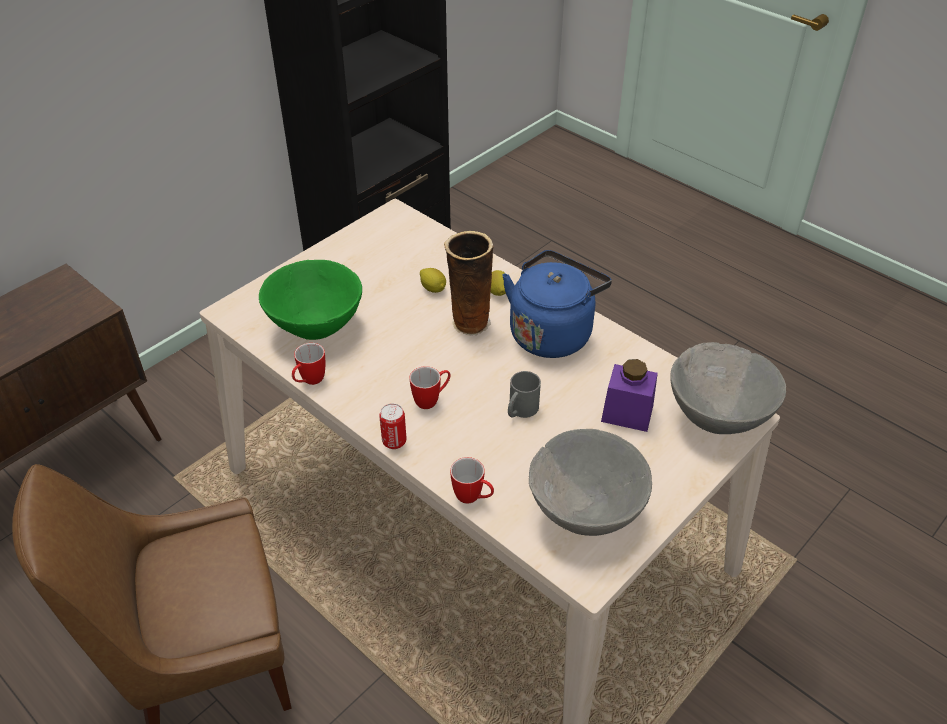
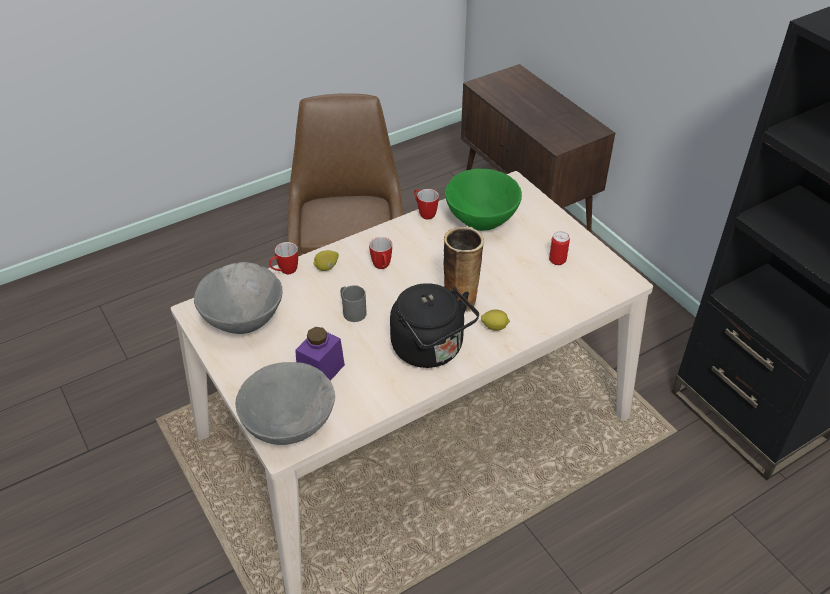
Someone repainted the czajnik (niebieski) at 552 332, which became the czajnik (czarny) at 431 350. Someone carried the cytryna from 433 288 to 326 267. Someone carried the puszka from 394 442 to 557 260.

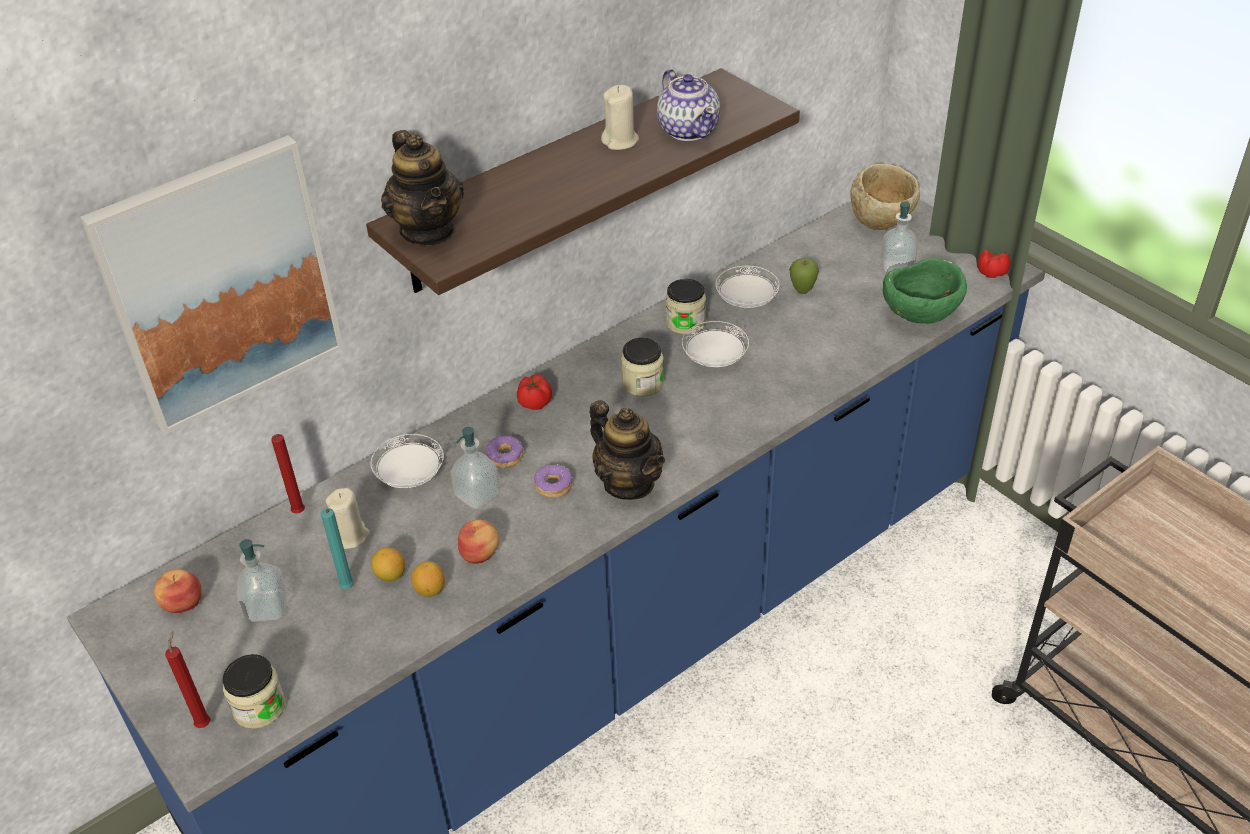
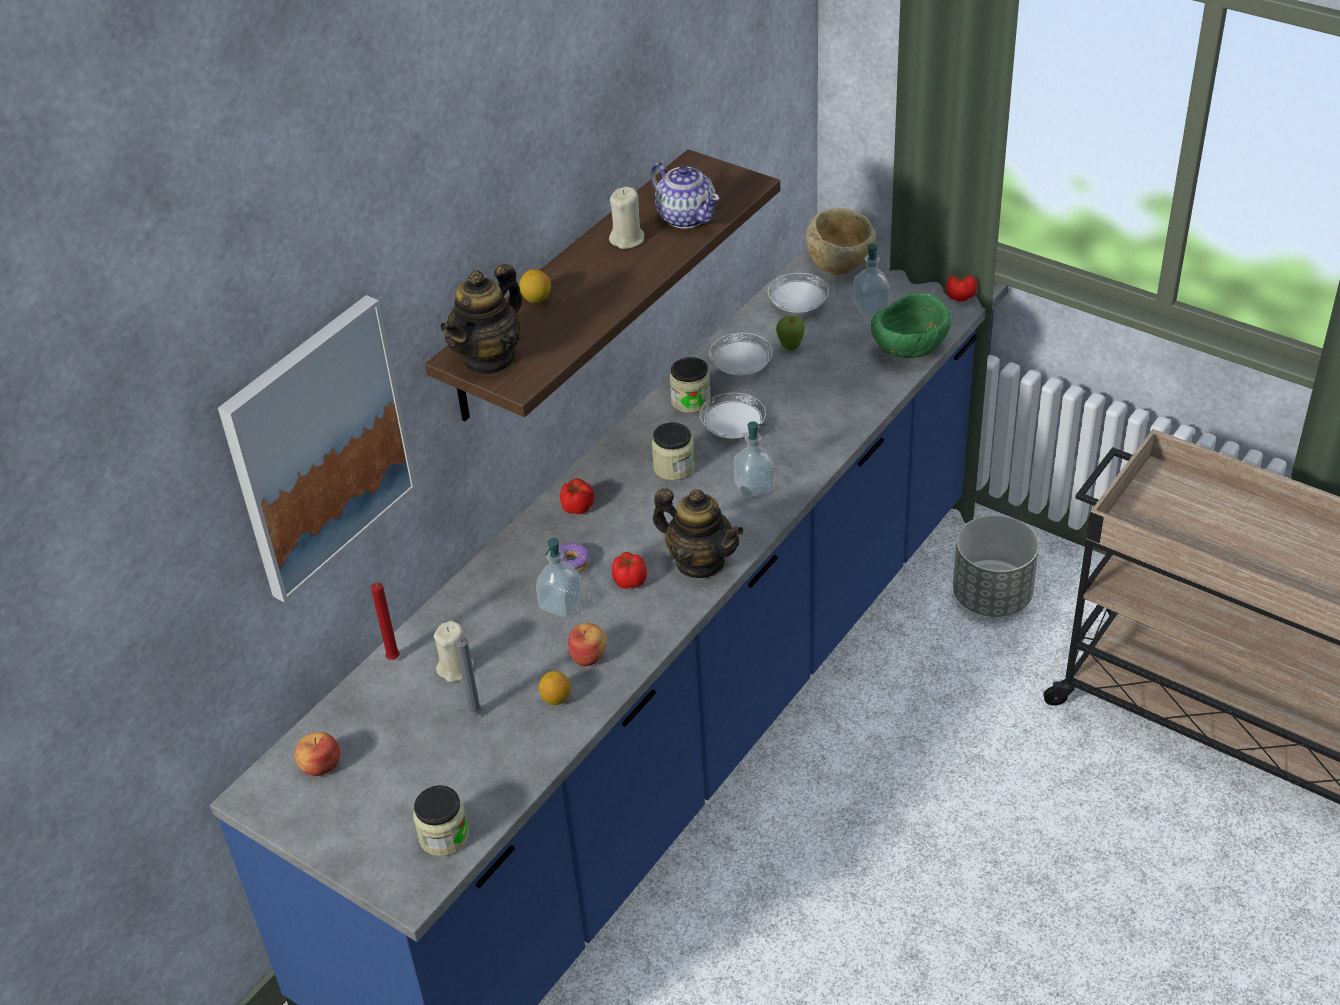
Someone rotated the imbryk at 429 230 by 75 degrees clockwise. Someone carried the talerz (biały) from 410 476 to 798 307. Someone swapped the donut at 553 486 for the pomidor at 630 580. Someone repainted the świeca (turkusowy) at 347 589, which became the świeca (szary) at 476 716. Someone carried the dozownik mydła from 267 608 to 754 487. Someone carried the cytryna from 390 575 to 536 299. Someone took away the świeca (czerwony) at 204 722. Someone put down the donica (szary) at 992 596.

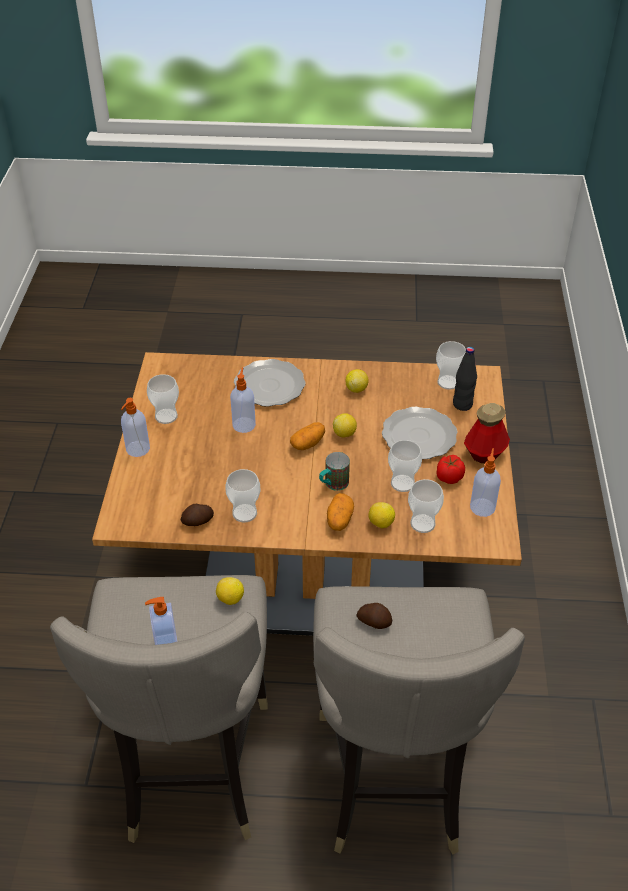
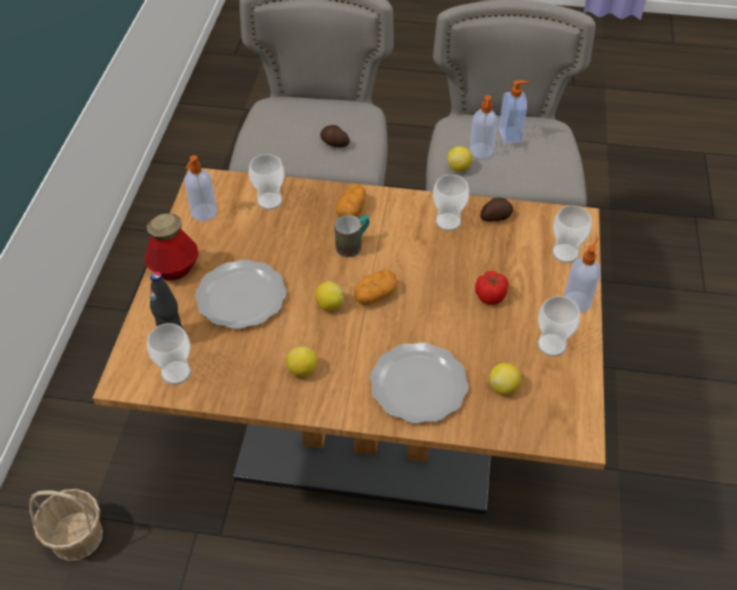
Someone carried the dozownik mydła from 244 424 to 481 151. Someone carried the filiżanka from 402 483 to 565 253. Someone carried the pomidor from 448 477 to 491 296. Someone carried the cytryna from 380 523 to 503 387. Someone put down the koszyk at 76 536.

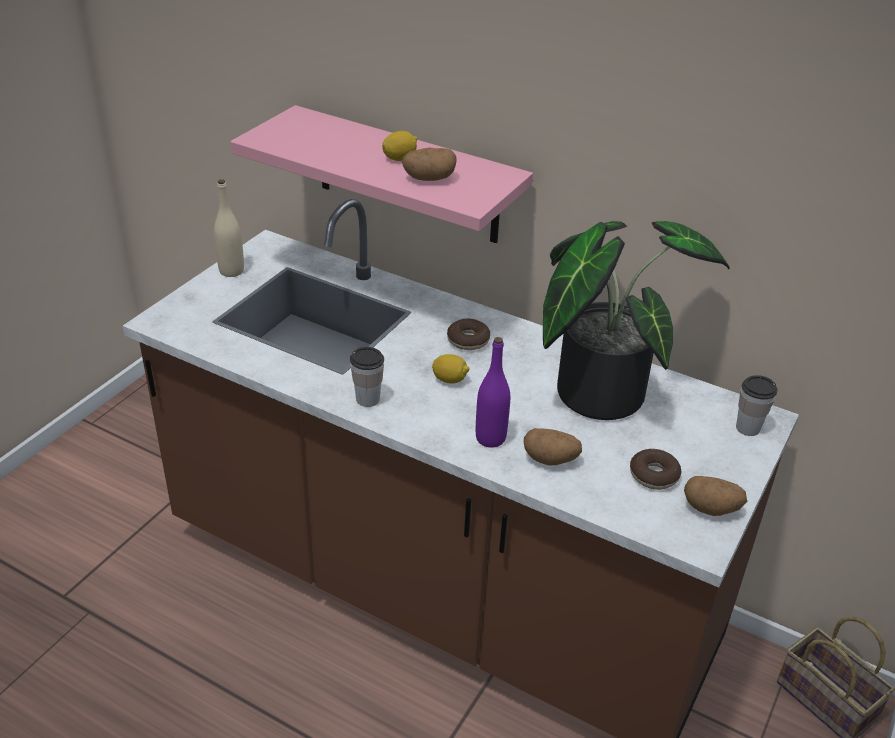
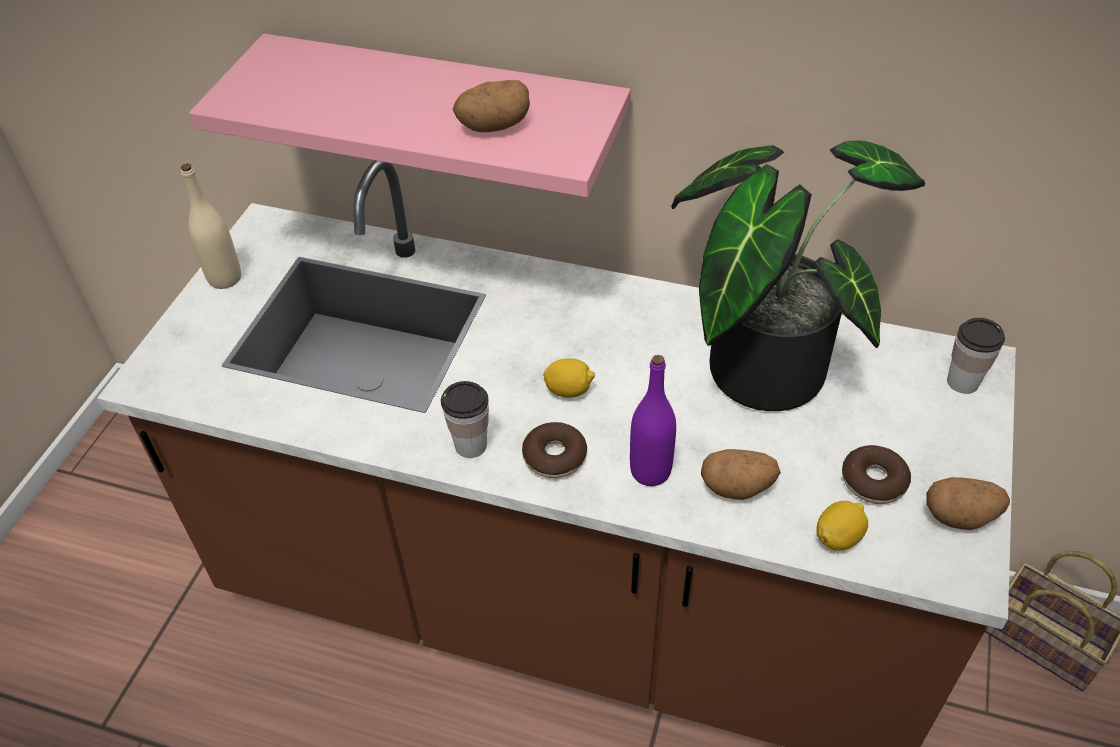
Someone carried the cytryna from 400 158 to 838 537. Someone carried the donut from 468 340 to 554 457.

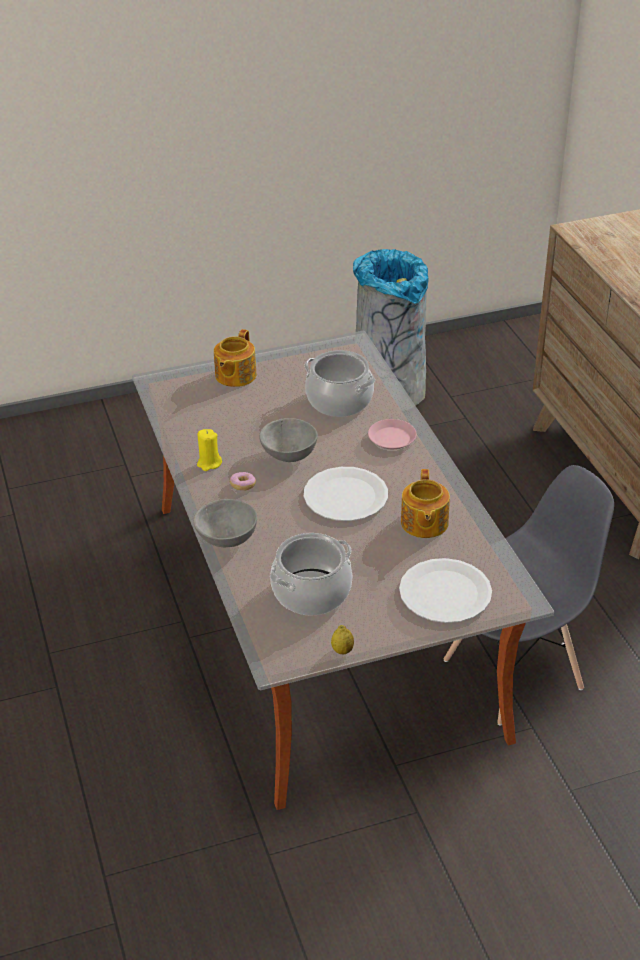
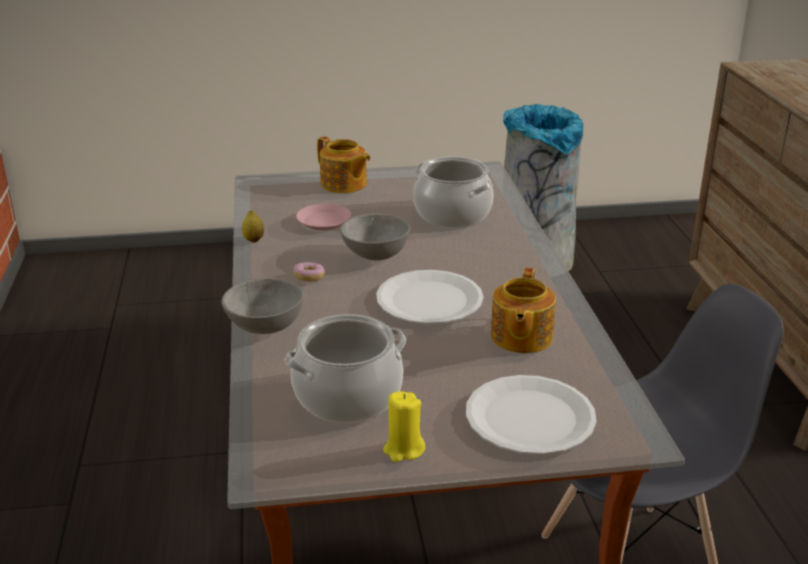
Someone rotated the imbryk at 234 376 by 75 degrees counterclockwise. Someone carried the talerz (różowy) from 392 438 to 324 221. Someone carried the świeca (żółty) from 209 463 to 403 449. Someone carried the cytryna from 342 650 to 253 240.

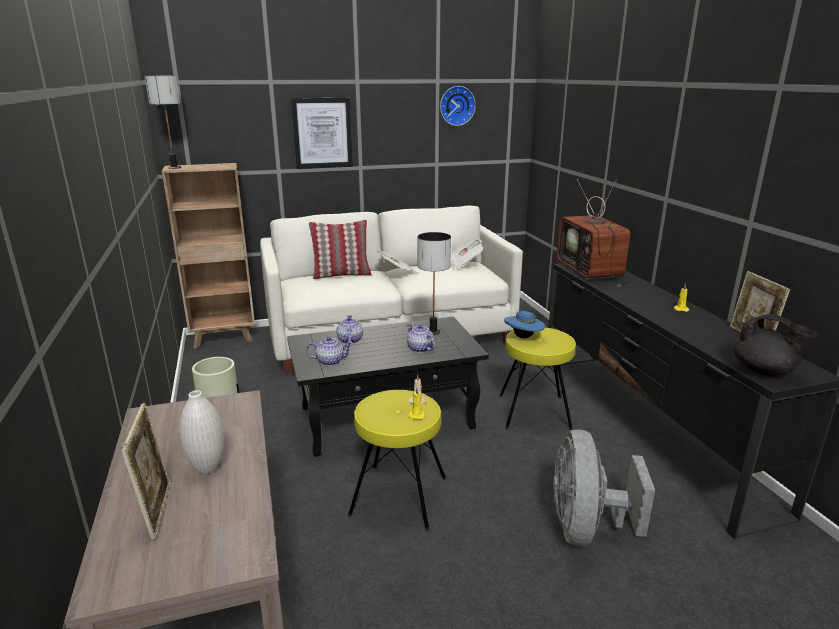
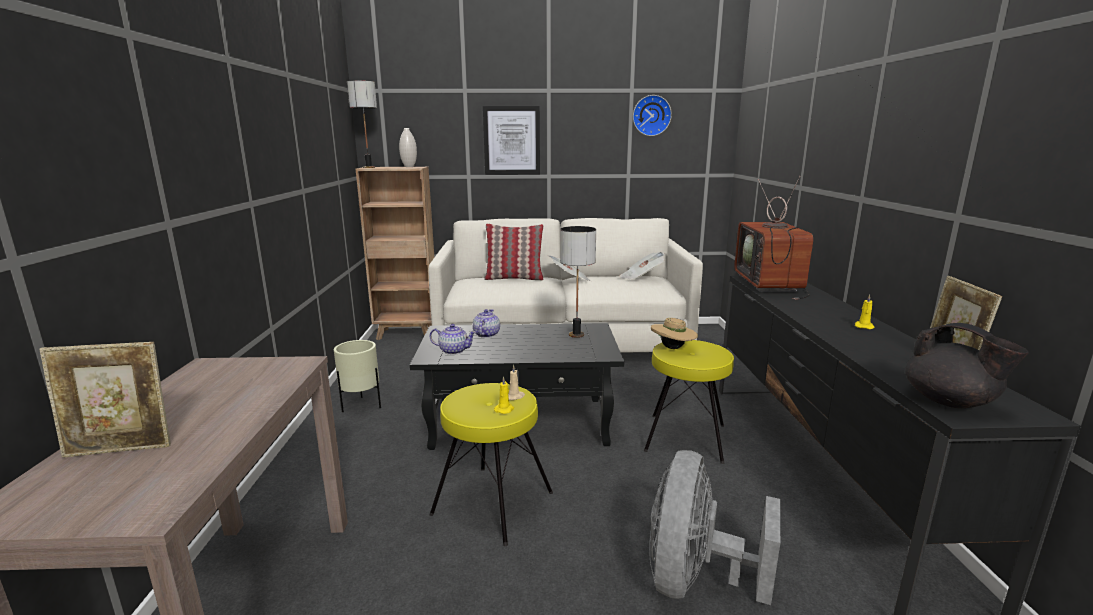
Someone repainted the kapelusz (niebieski) at 523 337, which became the kapelusz (beżowy) at 672 348. Someone took away the imbryk at 420 349. Someone carried the wazon (biały) from 207 468 to 409 167. Someone rotated the ramka na zdjęcie at 157 510 by 75 degrees clockwise.

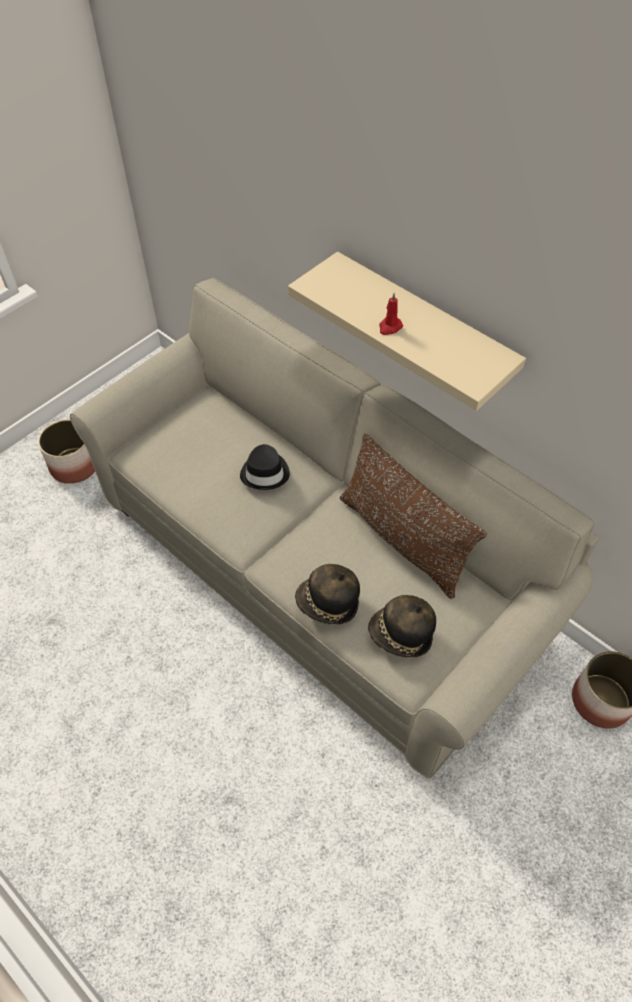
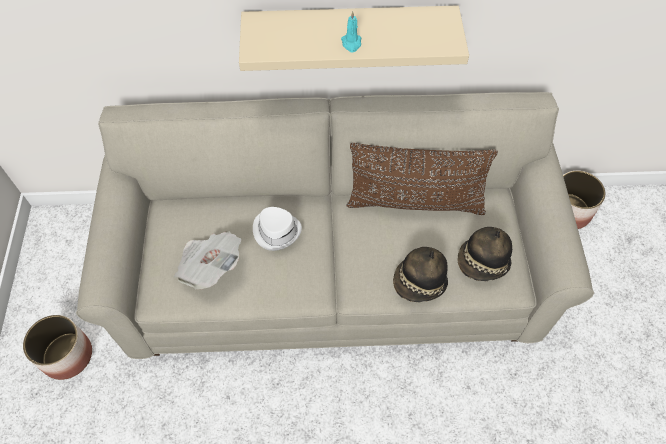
Someone repainted the świeca (czerwony) at 389 327, which became the świeca (turkusowy) at 351 43. Someone repainted the kapelusz (czarny) at 265 473, which became the kapelusz (biały) at 276 230. Someone put down the gazeta at 210 266.

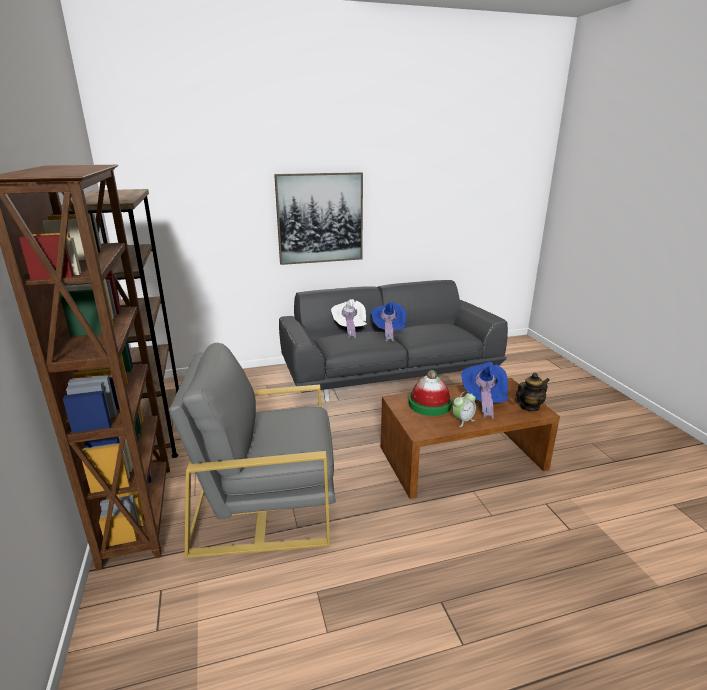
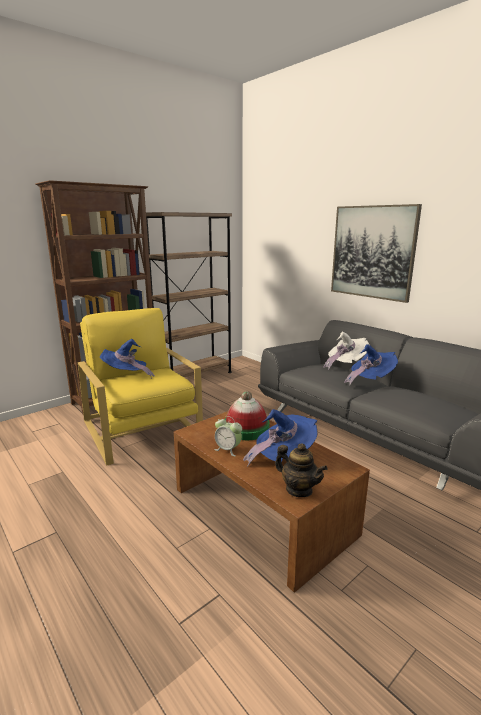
Someone repainted the fotel (szary) at 265 502, which became the fotel (żółty) at 142 430. Someone put down the kapelusz (niebieski) at 126 375.

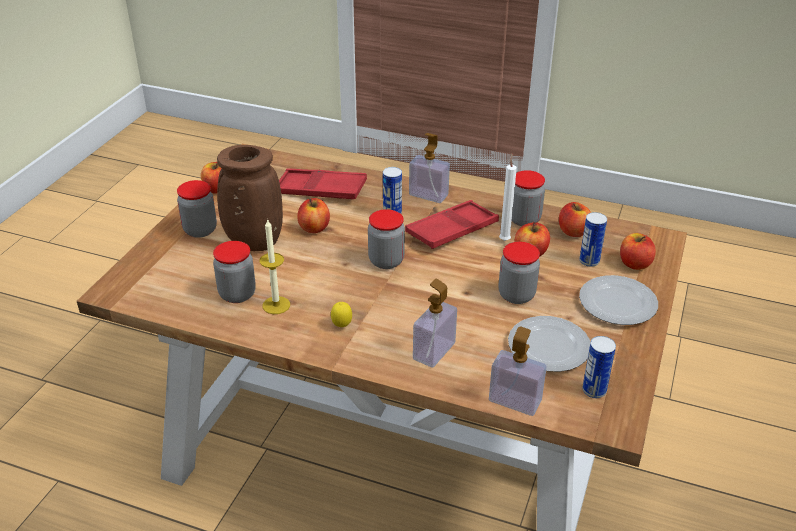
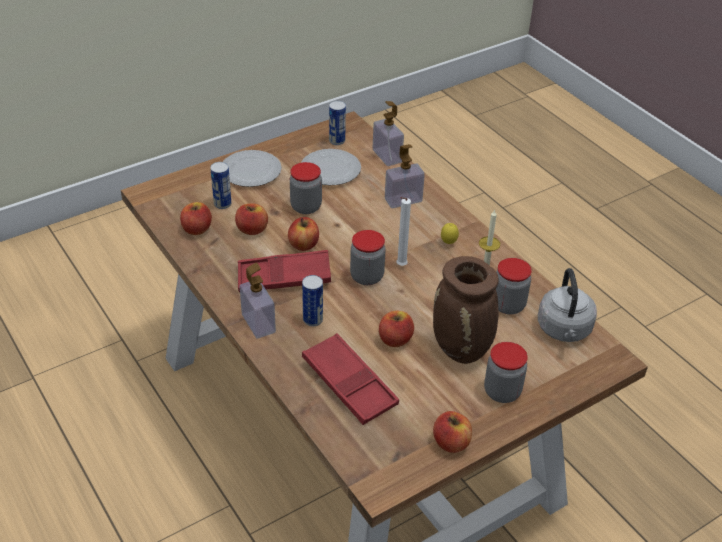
Someone carried the świeca (biały) from 504 239 to 400 266. Someone took away the słoik at 524 219. Someone carried the jabłko from 634 264 to 304 245. Someone put down the czajnik (szary) at 564 330.

